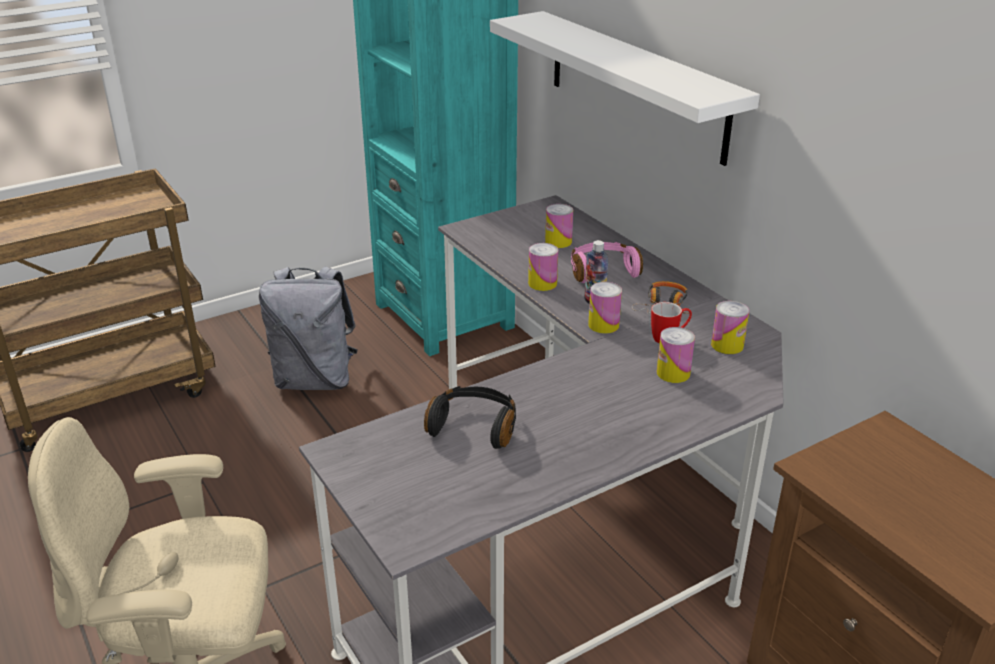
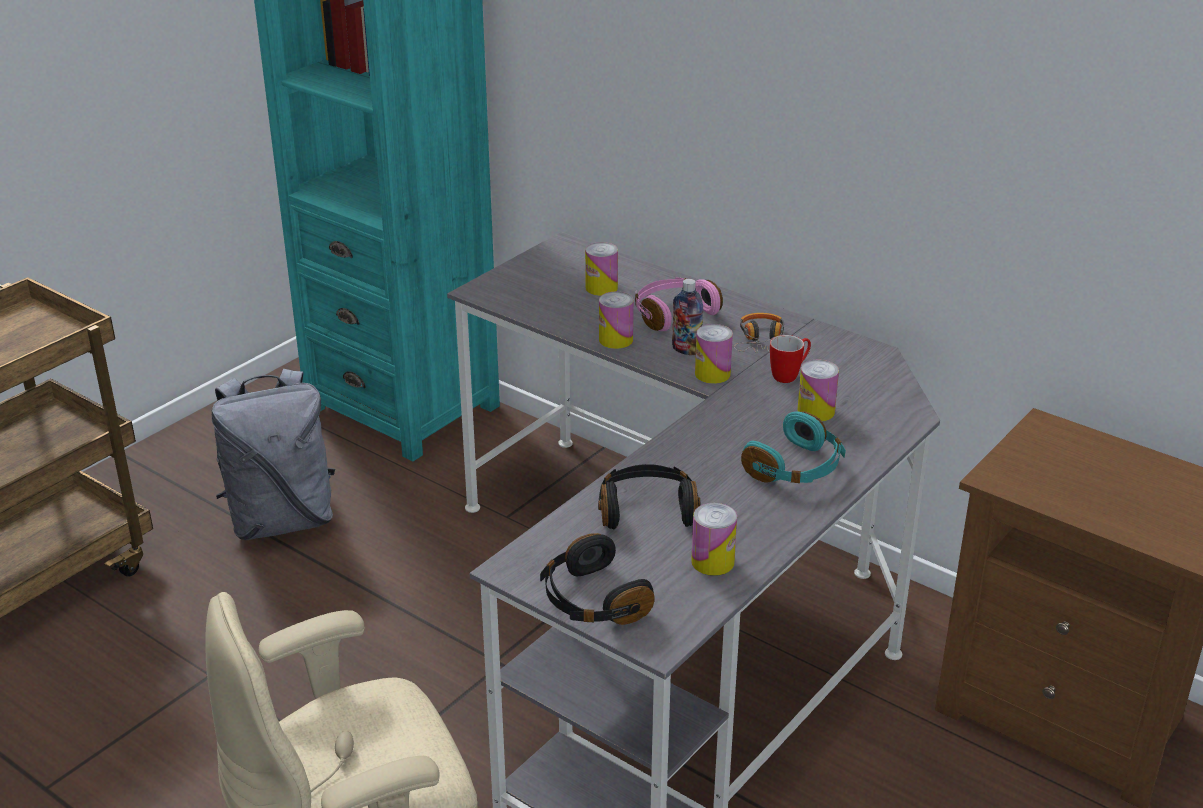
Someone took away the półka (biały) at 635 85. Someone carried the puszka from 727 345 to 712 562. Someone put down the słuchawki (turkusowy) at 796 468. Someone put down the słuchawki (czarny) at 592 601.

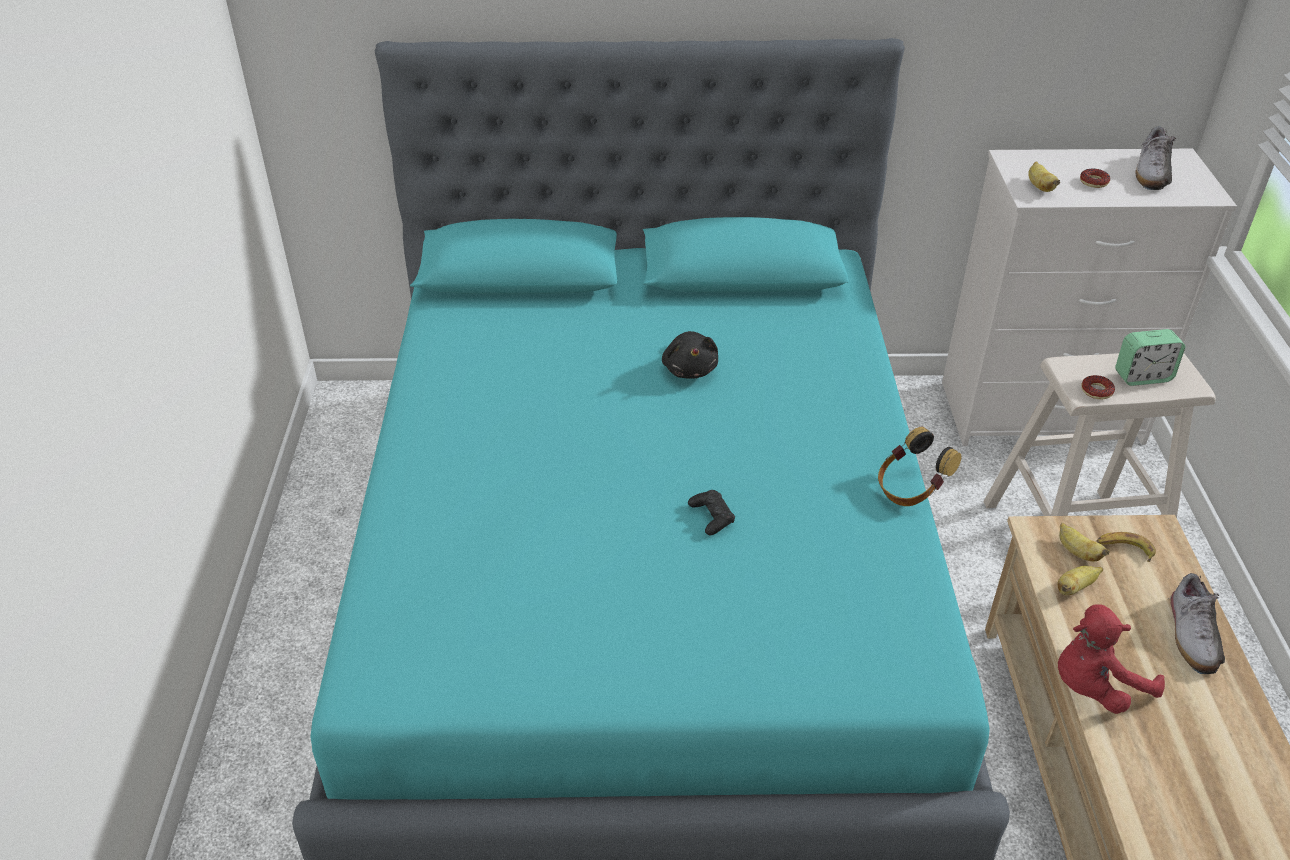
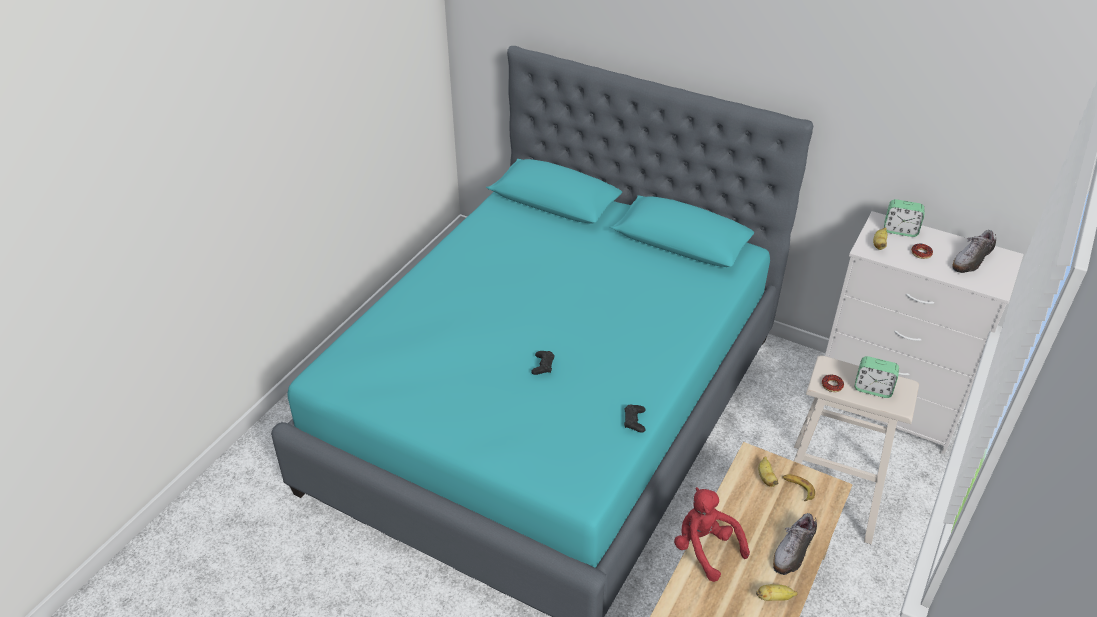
Someone took away the pluszak (czarny) at 690 369. Someone took away the słuchawki at 910 489. Someone carried the banan from 1075 588 to 774 598. Someone rotated the pluszak (czerwony) at 1094 686 by 45 degrees clockwise. Someone put down the budzik at 900 230. Someone put down the pad do gier (czarny) at 634 421.

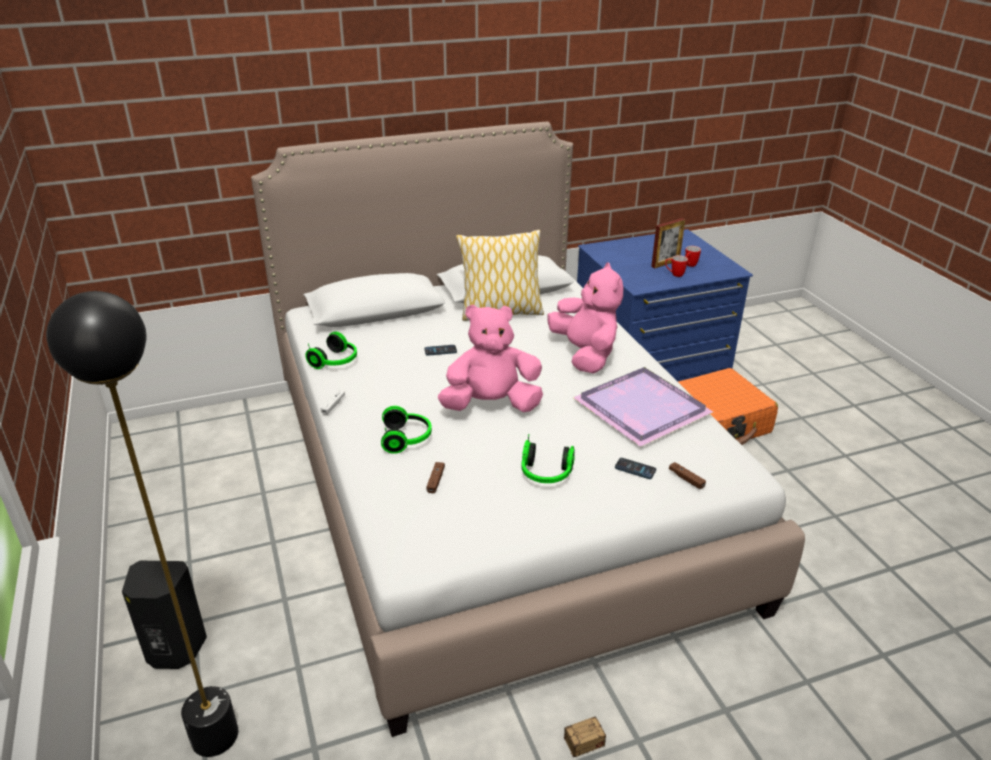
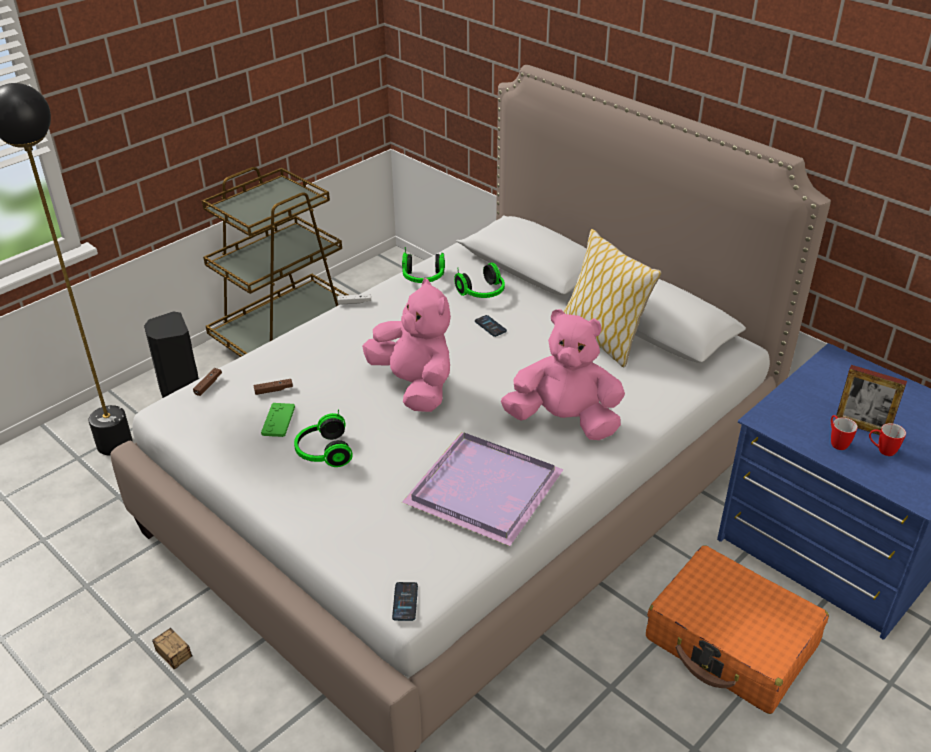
Someone rotated the pluszak (różowy) at 585 355 by 120 degrees counterclockwise. Someone carried the słuchawki from 407 439 to 483 293. Someone carried the telefon from 635 469 to 405 602. Someone carried the pad do gier (brązowy) from 686 479 to 208 385. Someone put down the wózek (brązowy) at 285 332. Someone put down the pad do gier (zielony) at 278 420.

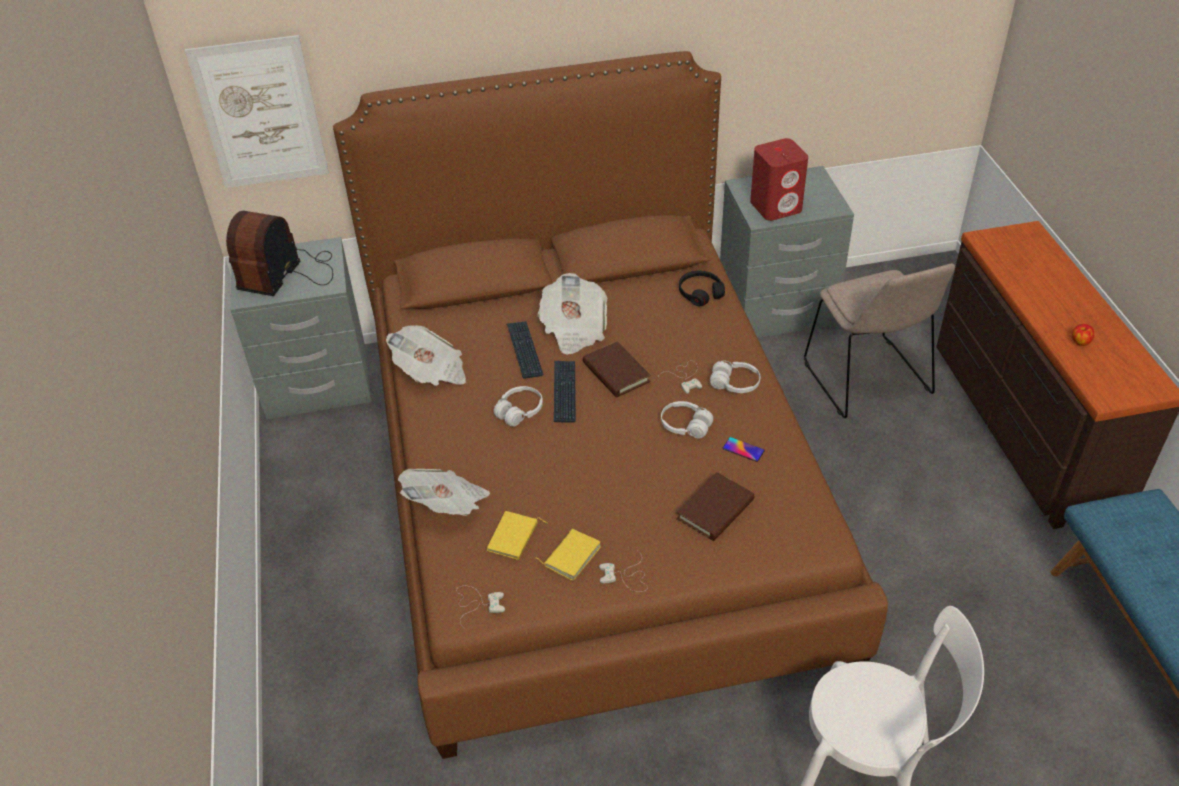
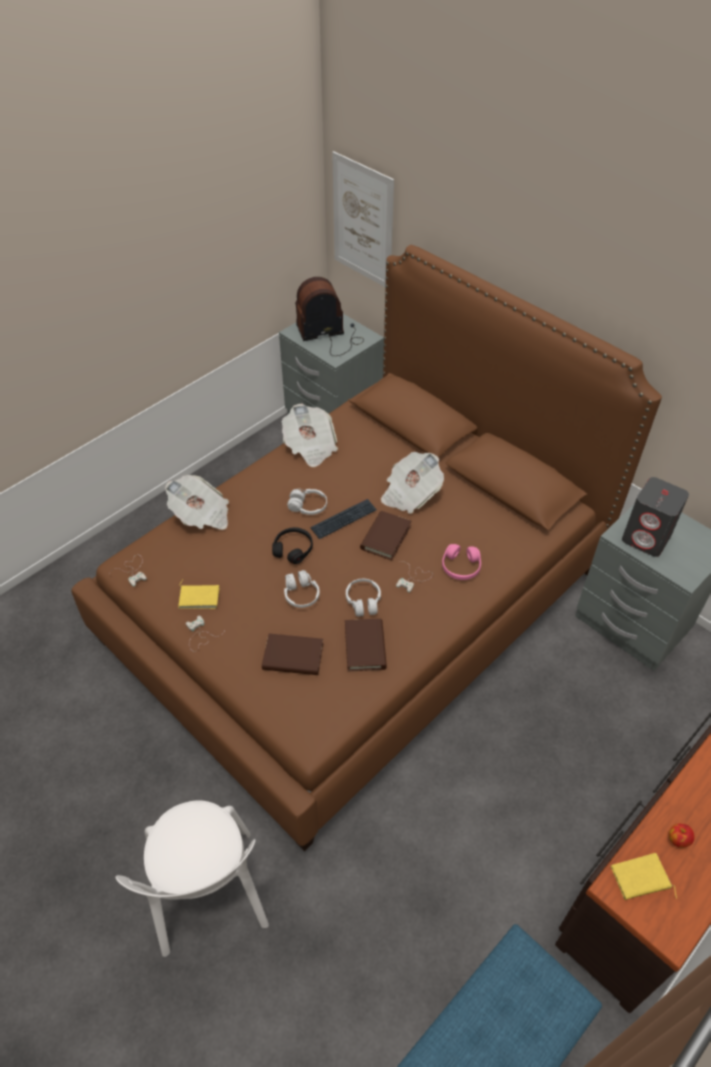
Someone repainted the głośnik (czerwony) at 776 206, which became the głośnik (szary) at 646 538. Someone took away the krzesło (beżowy) at 868 381. Someone carried the słuchawki (czarny) from 700 293 to 293 549. Someone took away the klawiatura at 524 350. Someone carried the słuchawki (biały) from 735 384 to 301 594. Someone swapped the telefon at 743 449 for the książka (brązowy) at 365 647. Someone carried the książka (żółty) from 514 538 to 640 879. Someone put down the słuchawki (różowy) at 460 567.

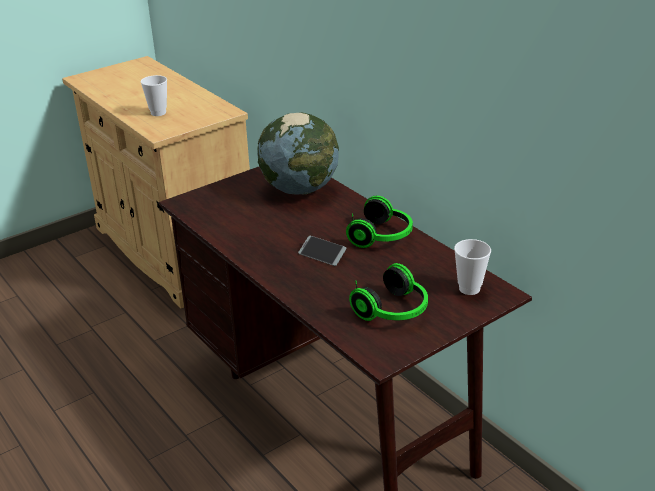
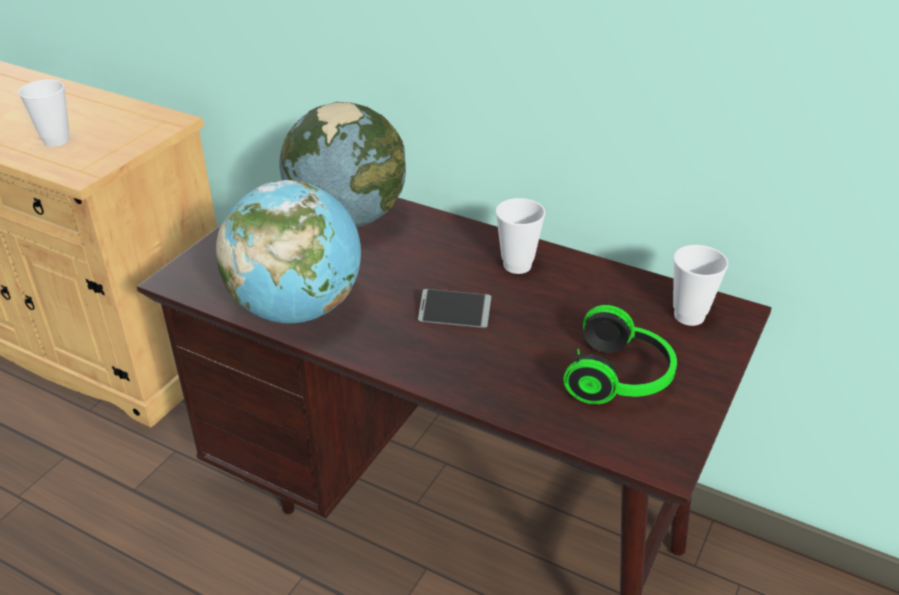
Someone swapped the słuchawki at 383 236 for the filiżanka at 517 265. Someone put down the globus at 297 309.

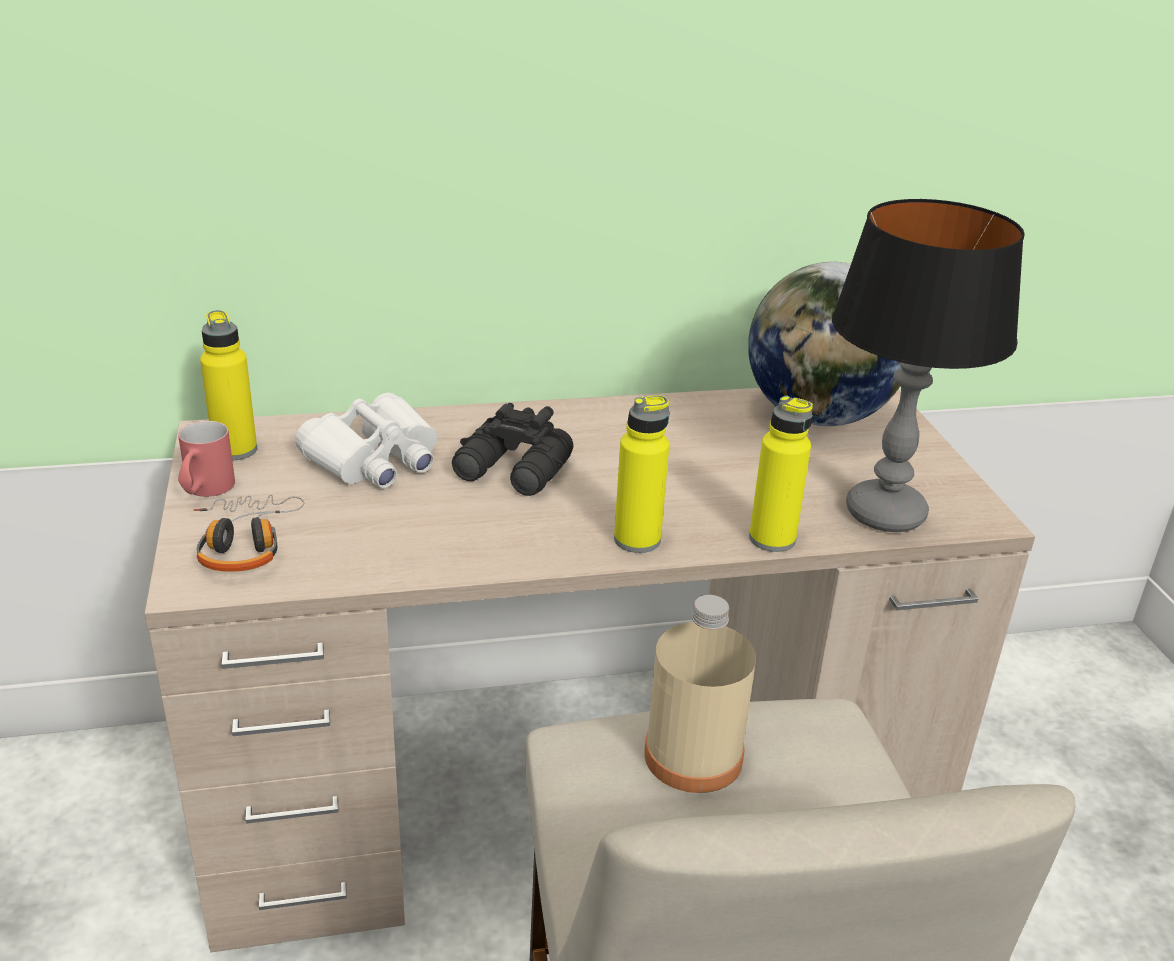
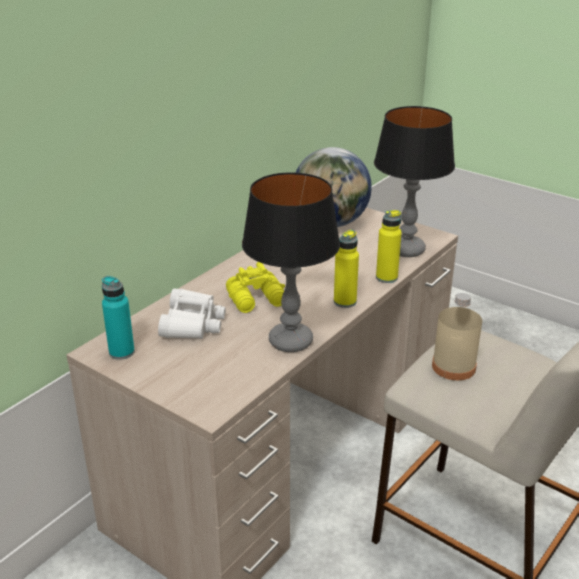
Someone repainted the butelka (żółty) at 235 450, which became the butelka (turkusowy) at 121 352. Someone repainted the lornetka (czarny) at 514 471, which became the lornetka (żółty) at 258 300. Someone took away the kubek (czerwony) at 205 491. Someone took away the słuchawki at 245 544. Someone put down the lampa stołowa at 291 341.

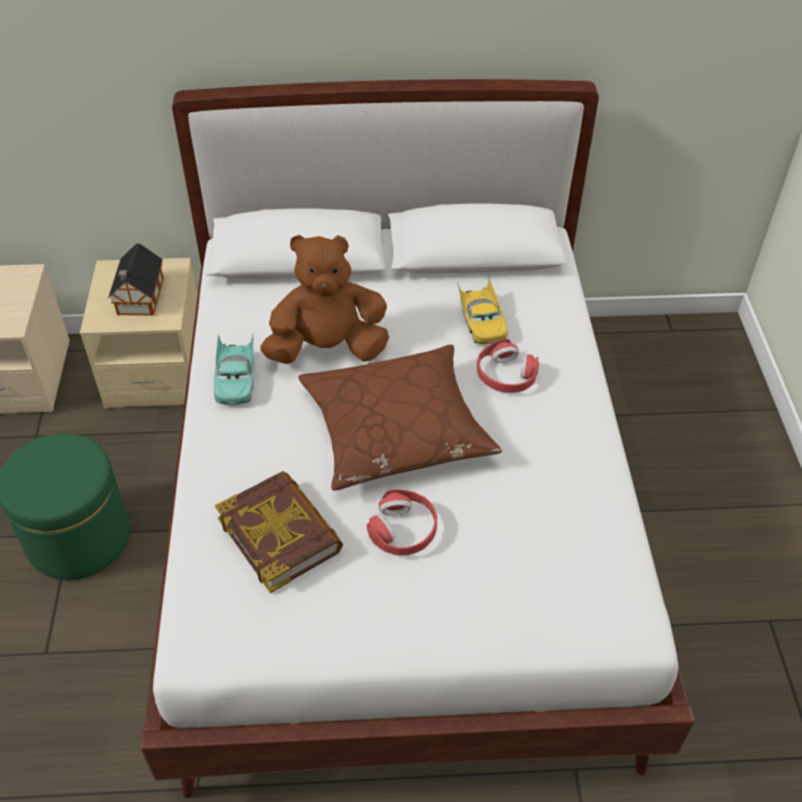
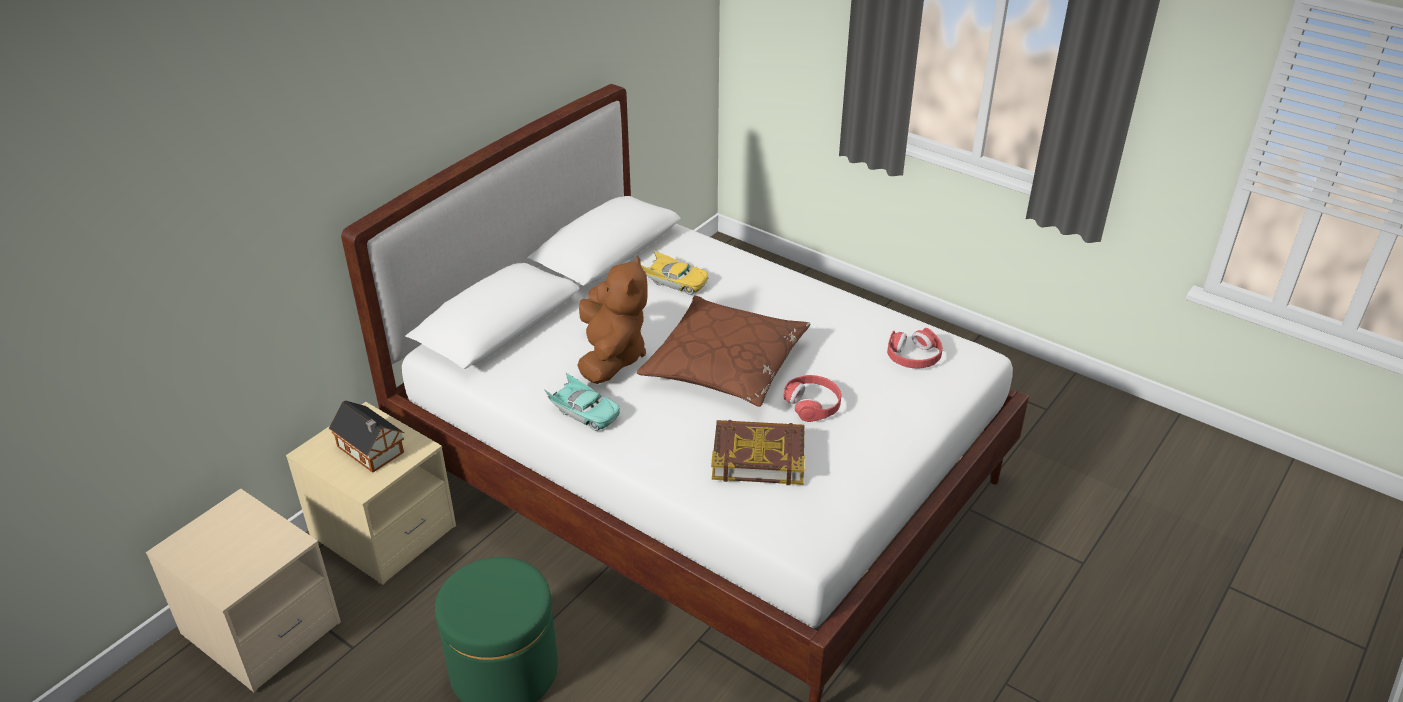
Someone rotated the pluszak (brązowy) at 327 349 by 150 degrees clockwise. Someone carried the słuchawki (czerwony) from 506 375 to 913 356.

